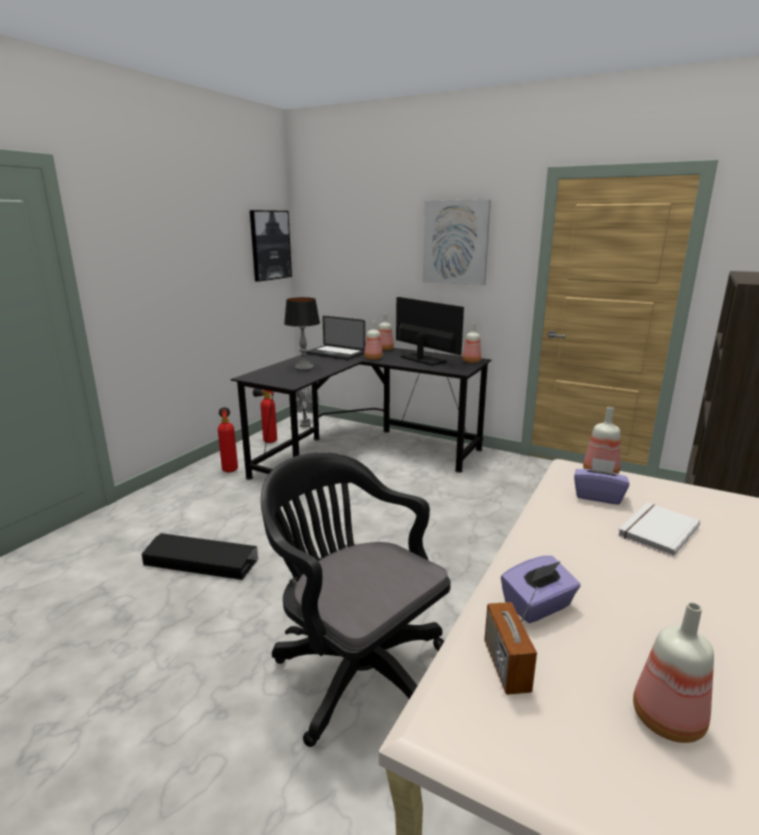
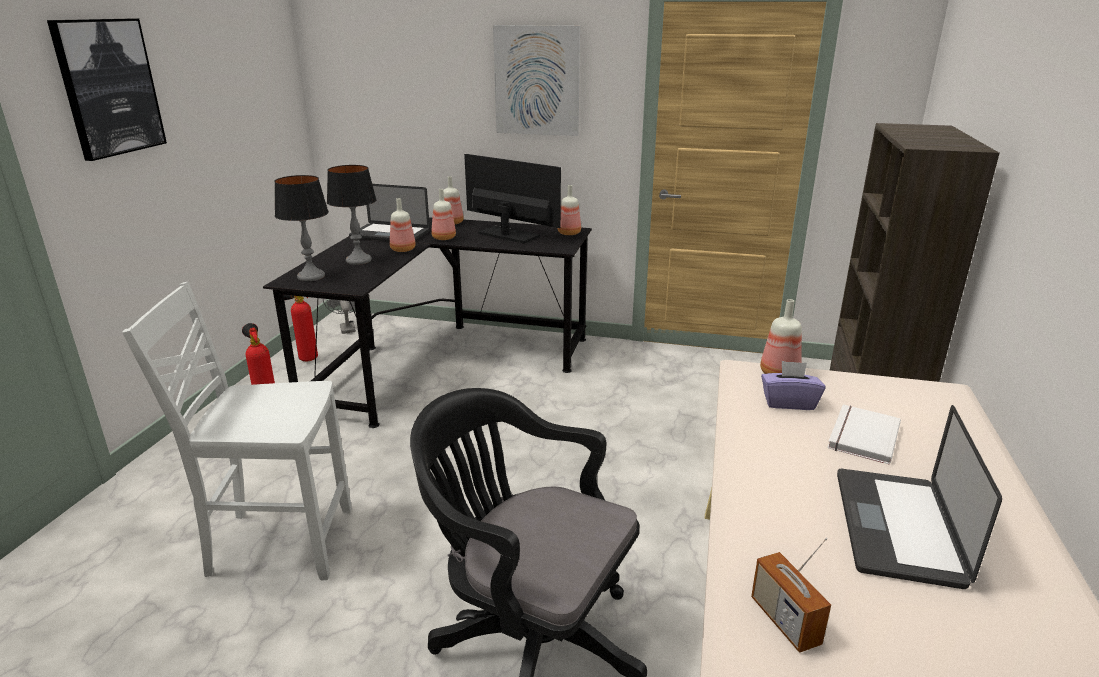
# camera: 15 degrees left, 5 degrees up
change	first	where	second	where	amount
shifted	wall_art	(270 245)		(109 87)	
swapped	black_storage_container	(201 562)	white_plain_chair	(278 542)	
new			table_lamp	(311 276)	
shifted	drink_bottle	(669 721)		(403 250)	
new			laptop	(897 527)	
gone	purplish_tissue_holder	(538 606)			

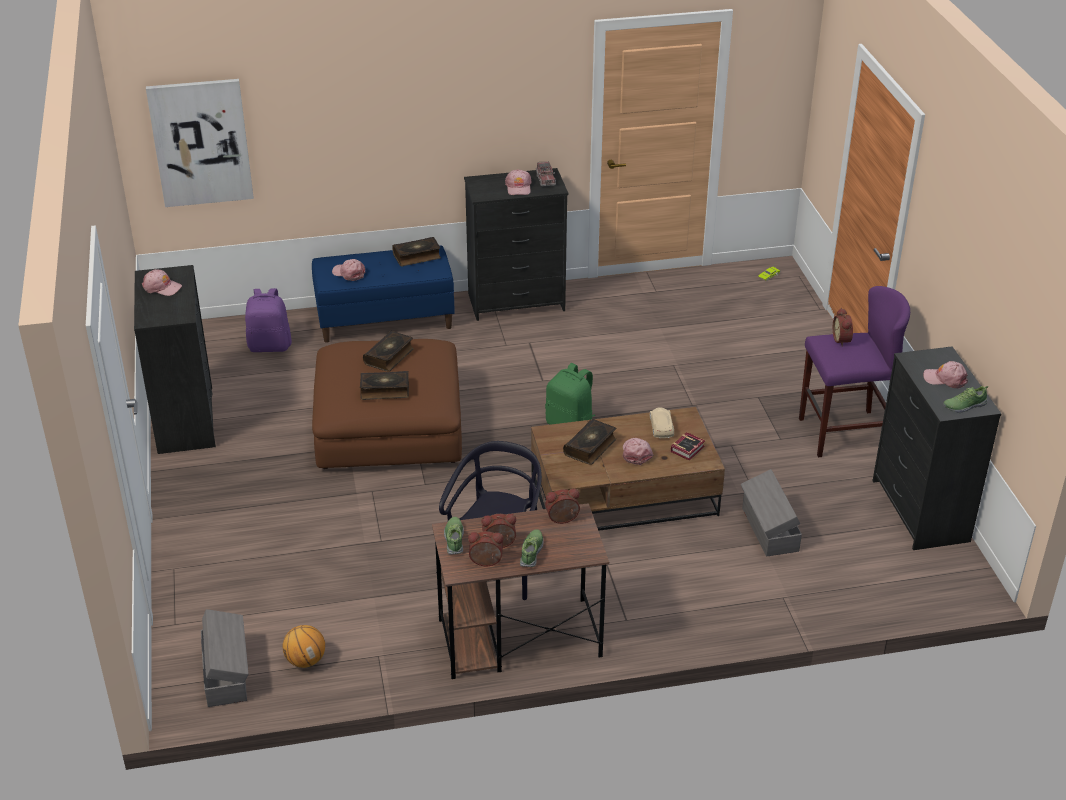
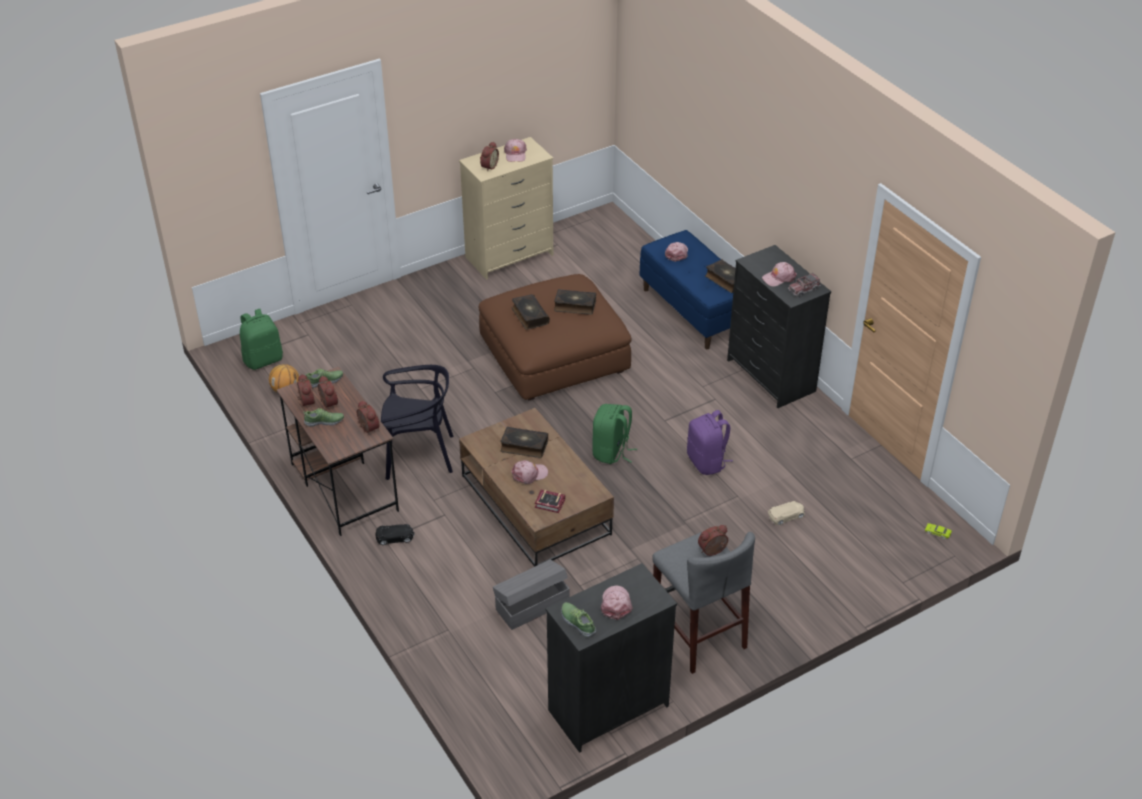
# camera: 70 degrees right, 5 degrees up
change	first	where	second	where	amount
swapped	greyish_storage_container	(226 673)	greenish_rucksack	(263 359)	
new			black_toy_car	(395 537)	
repainted	black_dresser	(186 420)	beige_dresser	(509 256)	
new			table_clock	(488 166)	
repainted	purplish_stool	(843 433)	greyish_stool	(698 634)	
shifted	purplish_rucksack	(270 346)		(707 462)	
shifted	beige_toy_car	(661 427)		(786 516)	
gone	wall_art	(201 142)			

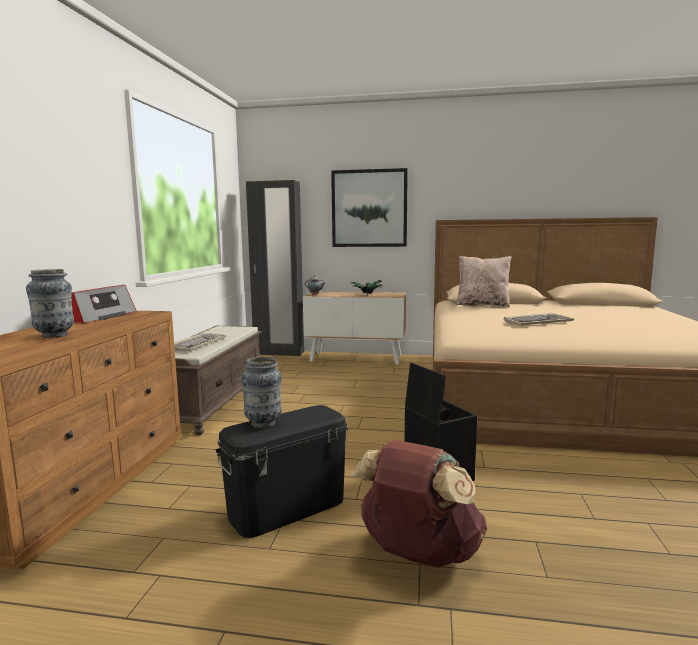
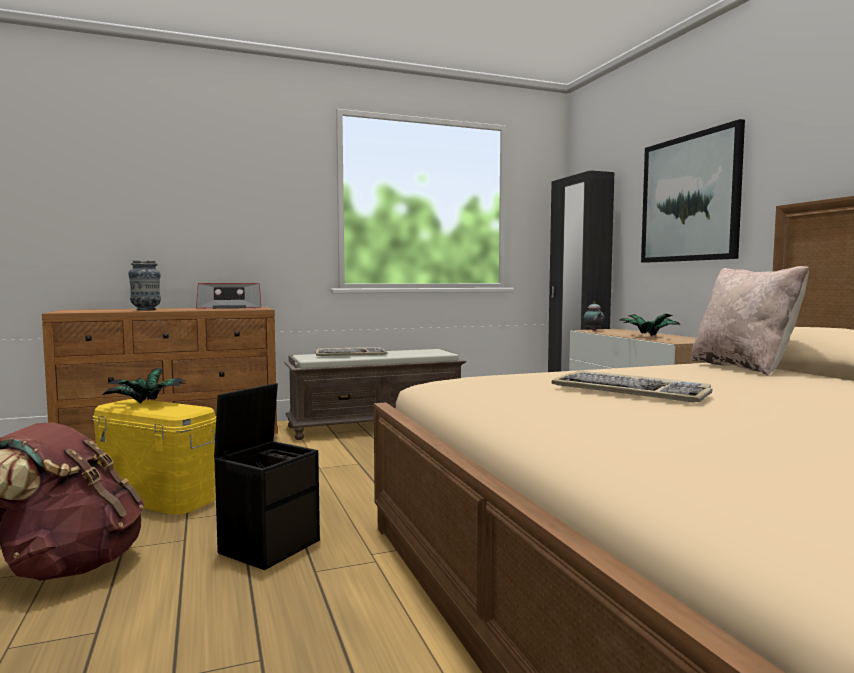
# camera: 60 degrees right, 5 degrees down
change	first	where	second	where	amount
repainted	black_storage_container	(287 508)	yellow-coloured_storage_container	(157 498)	
swapped	vase	(263 423)	plant_in_a_pot	(147 403)	

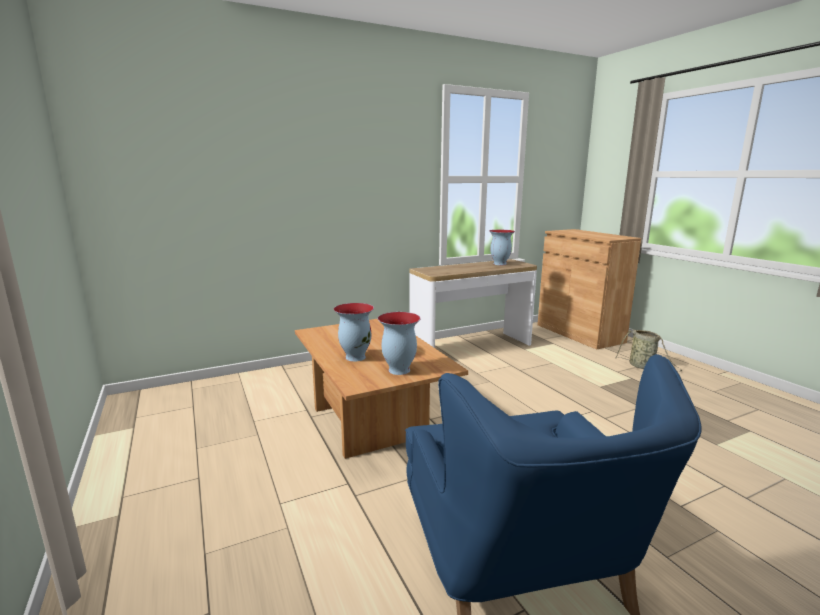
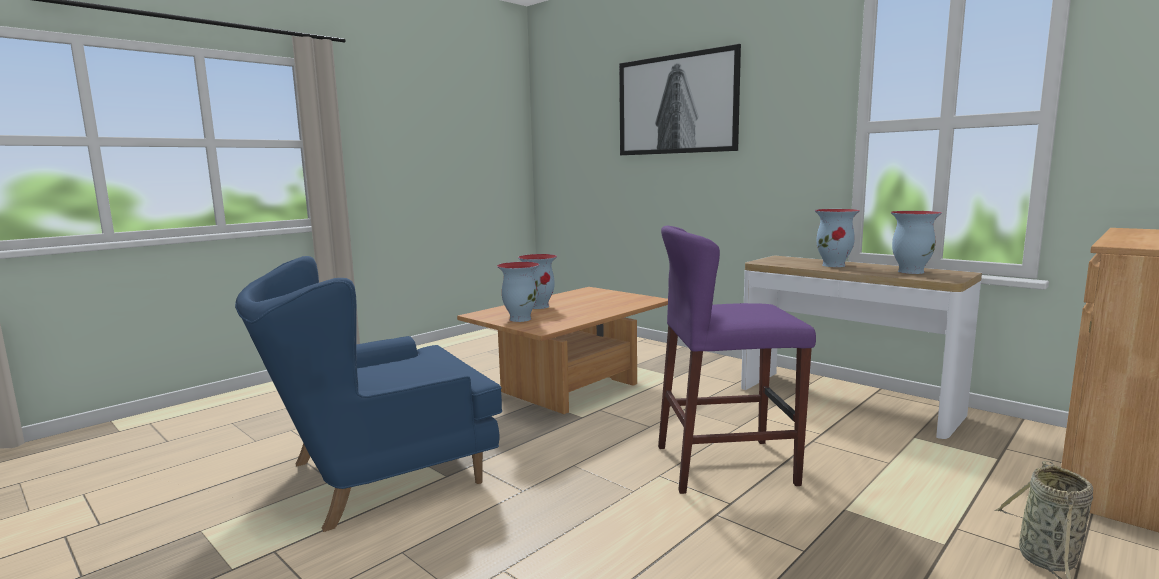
# camera: 70 degrees right, 5 degrees down
change	first	where	second	where	amount
new			wall_art	(677 104)	
new			purplish_stool	(725 465)	
new			vase	(834 265)	

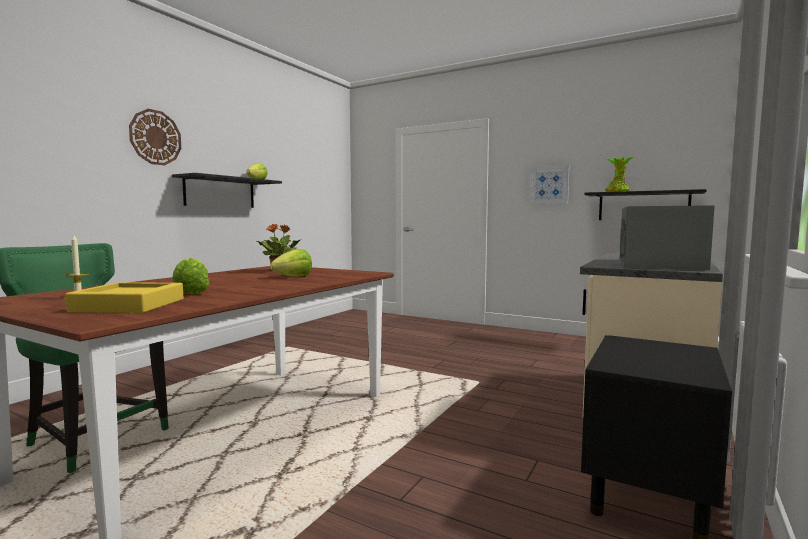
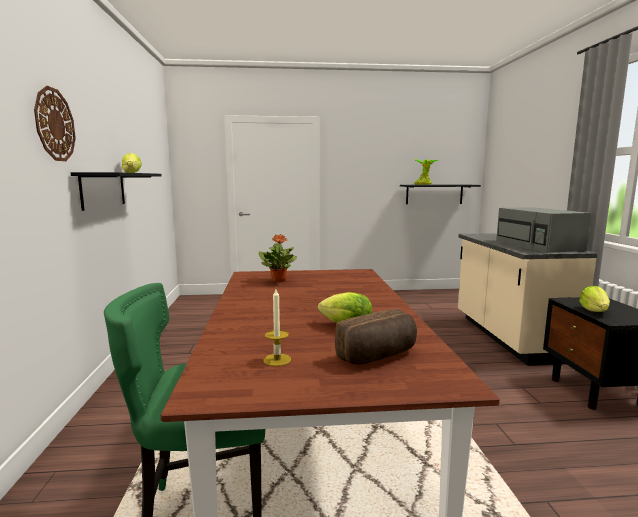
# camera: 35 degrees left, 5 degrees up
change	first	where	second	where	amount
swapped	yellow-coloured_carrying_tray	(129 305)	bread	(379 356)	
shifted	lettuce_head	(293 277)		(594 311)	
gone	wall_art	(549 185)			

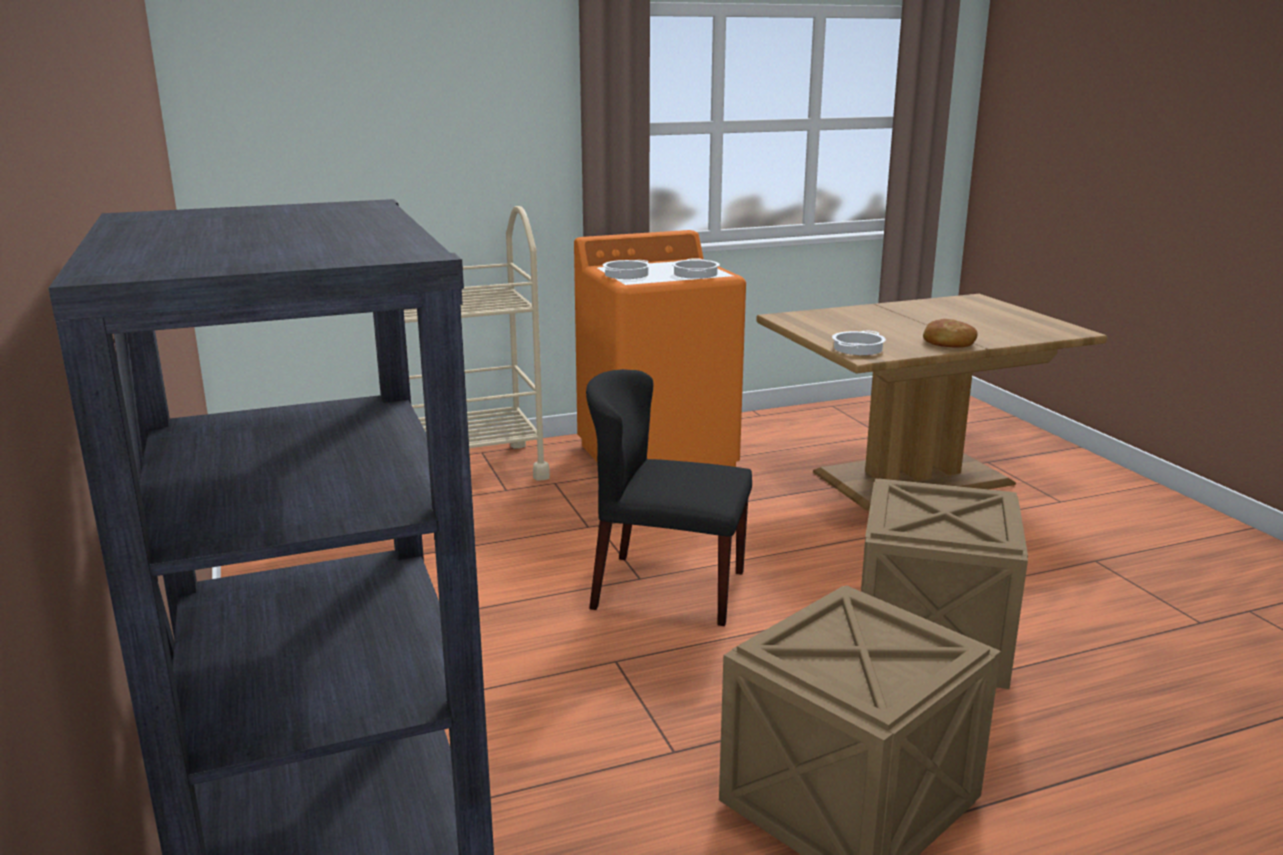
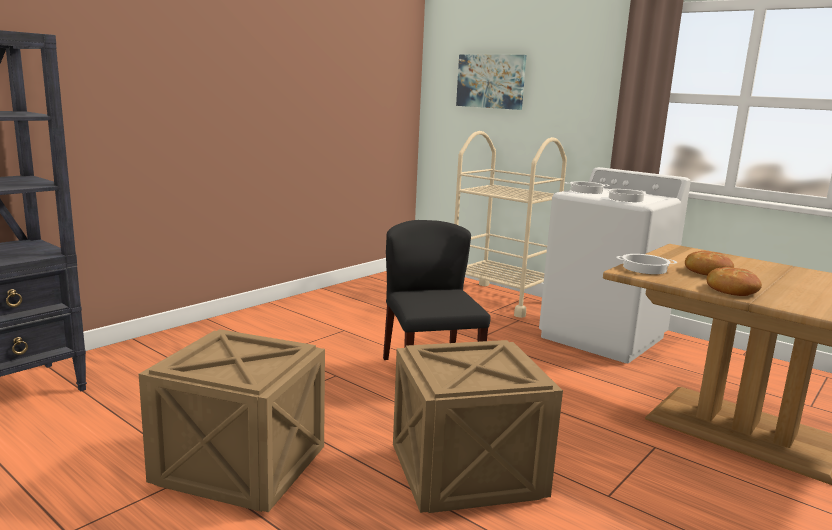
# camera: 60 degrees right, 5 degrees down
change	first	where	second	where	amount
new			wall_art	(491 81)	
repainted	orange-coloured_laundry_appliance	(657 457)	white_laundry_appliance	(603 337)	
new			bread	(707 272)	

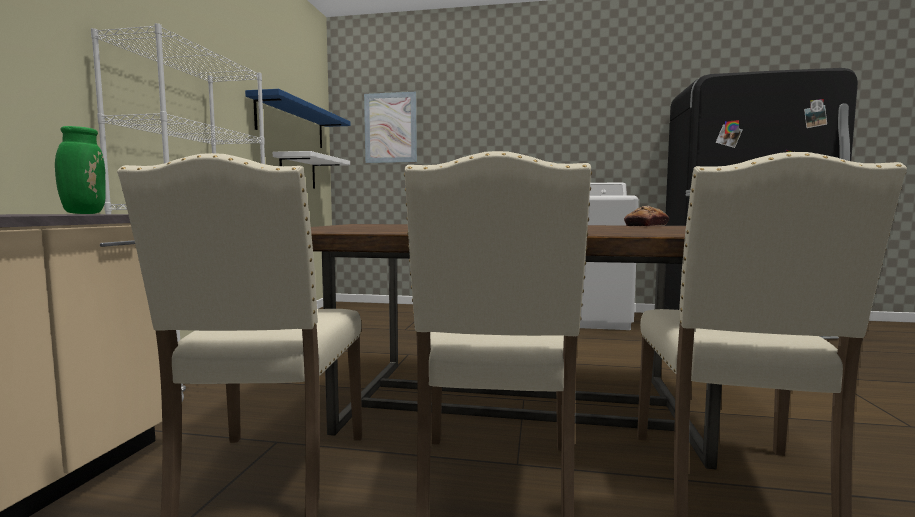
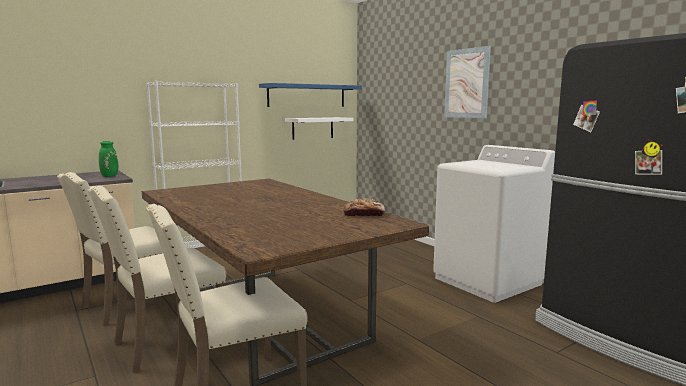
# camera: 45 degrees right, 5 degrees up
change	first	where	second	where	amount
shifted	wall_art	(390 128)		(466 83)	

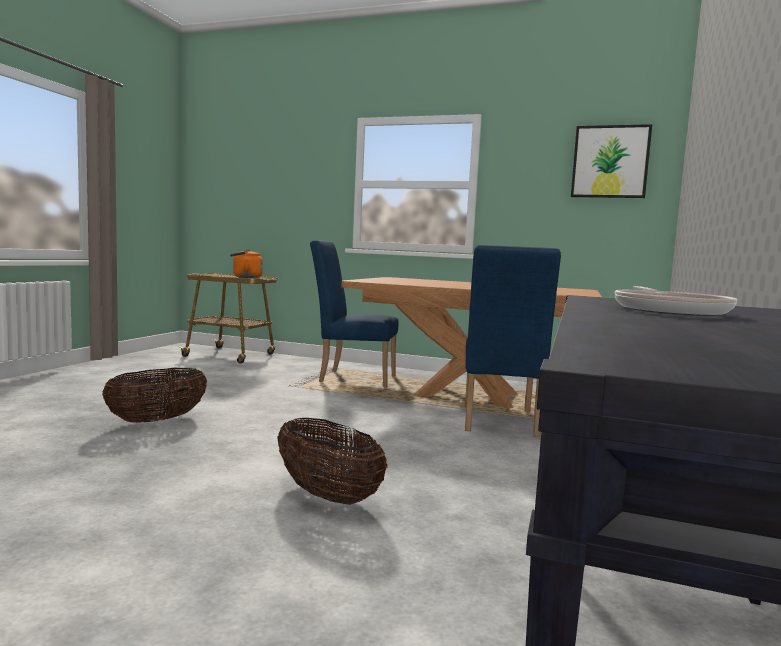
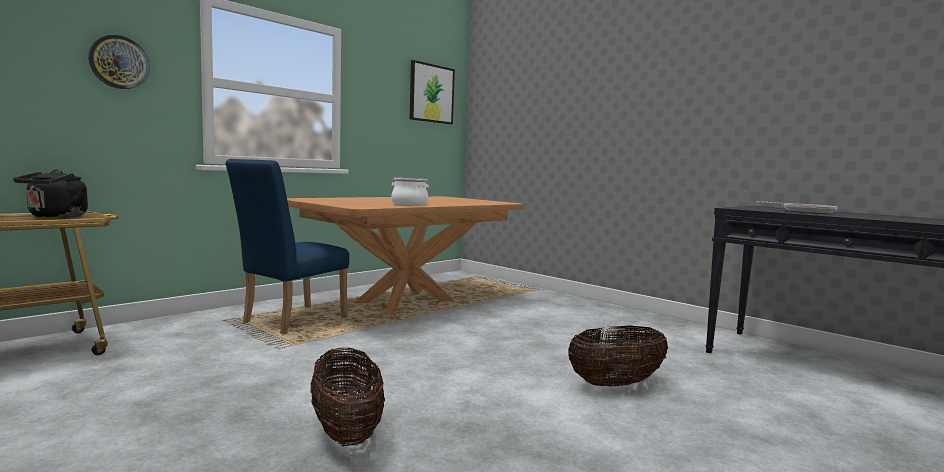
# camera: 65 degrees left, 0 degrees up
change	first	where	second	where	amount
repainted	orange-coloured_tea_kettle	(245 277)	black_tea_kettle	(55 217)	
new			wall_clock	(119 62)	
new			saucepot	(409 204)	
gone	bluish_plain_chair	(498 423)			

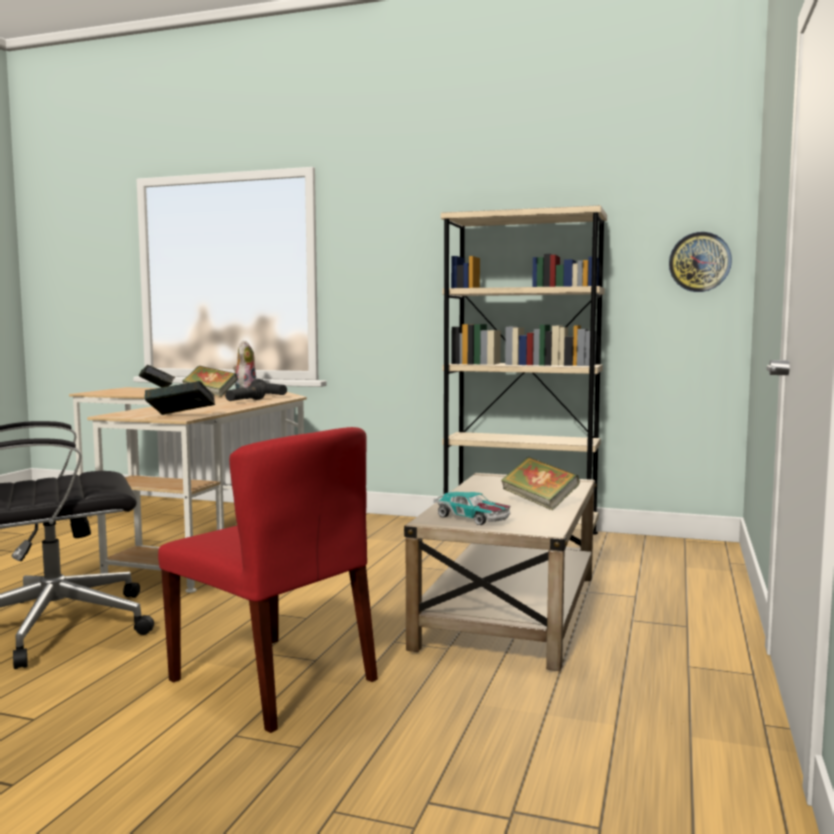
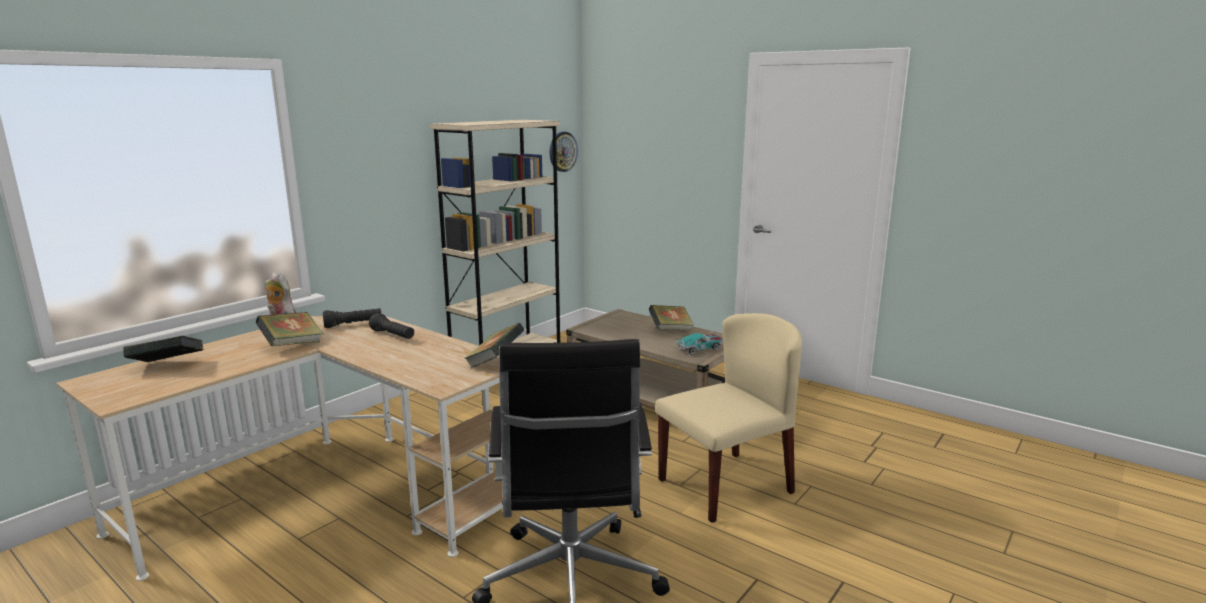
# camera: 70 degrees left, 10 degrees up
change	first	where	second	where	amount
repainted	reddish_plain_chair	(274 680)	beige_plain_chair	(725 485)	

